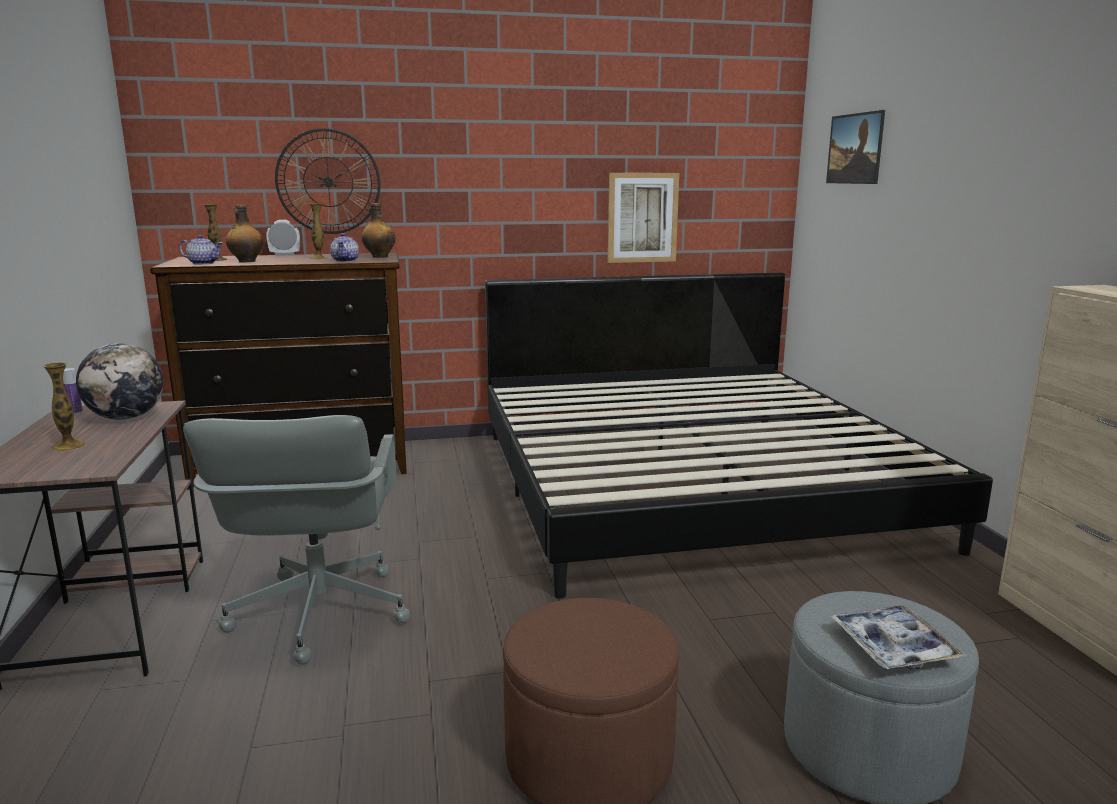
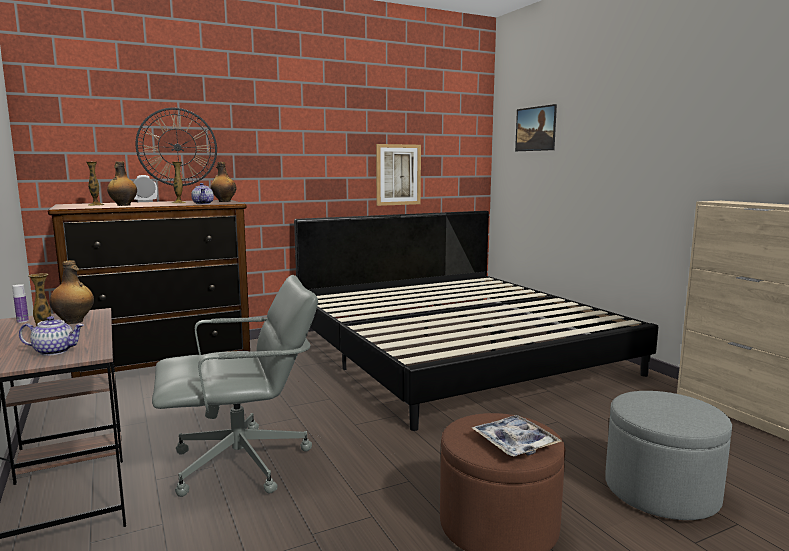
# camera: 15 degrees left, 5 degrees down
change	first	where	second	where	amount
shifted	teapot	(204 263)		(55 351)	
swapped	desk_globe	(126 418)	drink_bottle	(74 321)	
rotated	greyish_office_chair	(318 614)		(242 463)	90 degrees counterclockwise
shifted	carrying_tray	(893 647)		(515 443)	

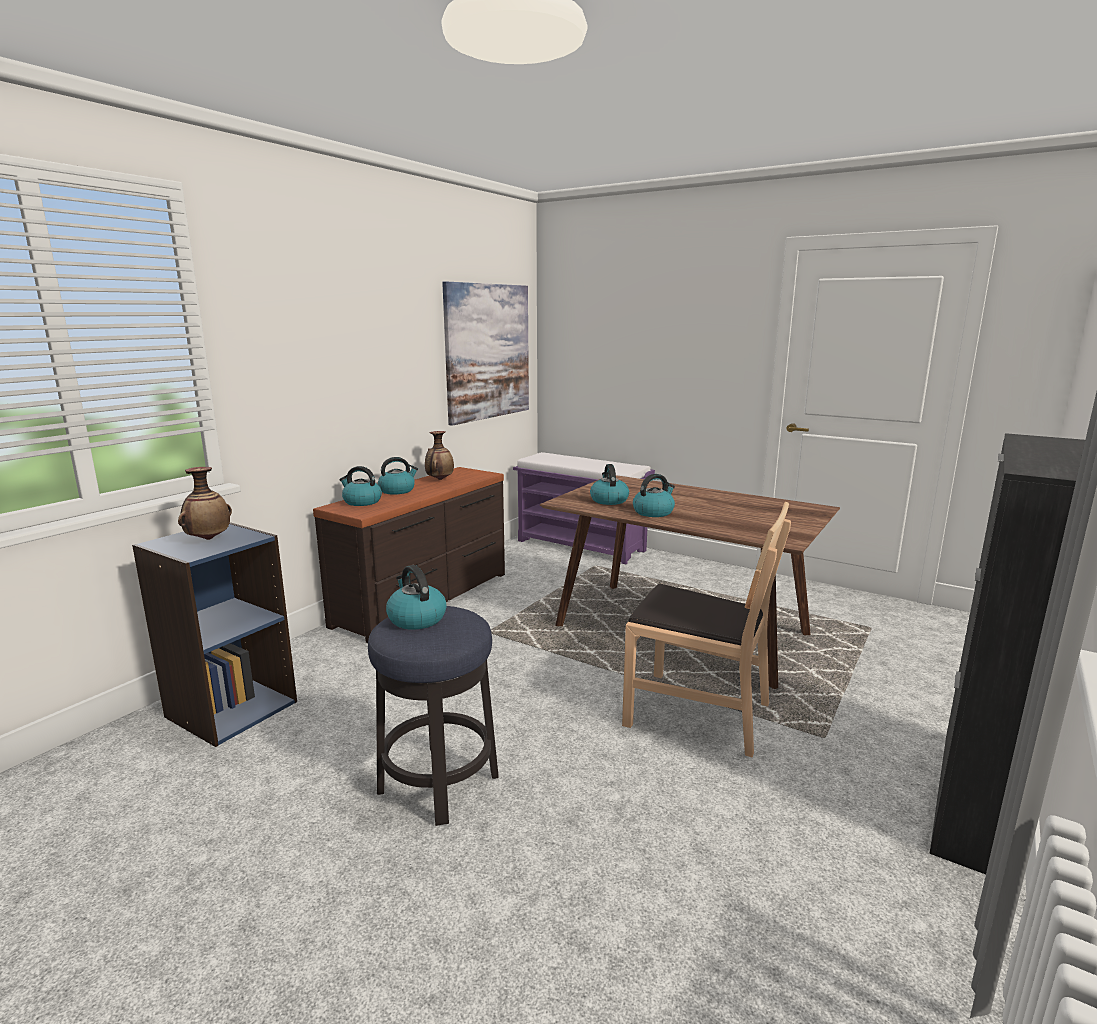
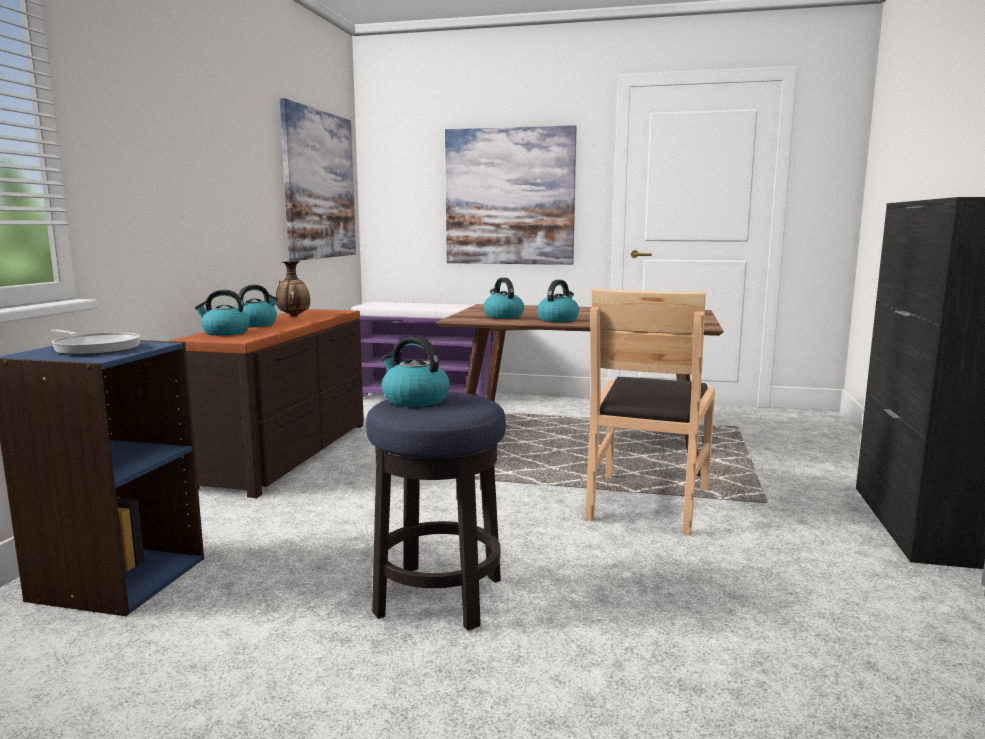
# camera: 20 degrees left, 5 degrees down
change	first	where	second	where	amount
swapped	vase	(208 539)	frying_pan	(95 348)	
new			wall_art	(509 197)	
rotated	brown-coloured_plain_chair	(697 713)		(647 503)	105 degrees clockwise

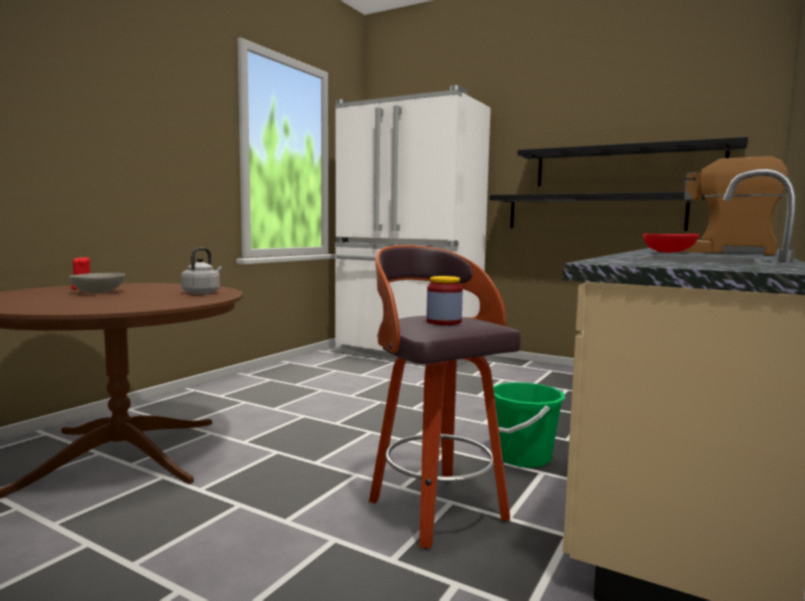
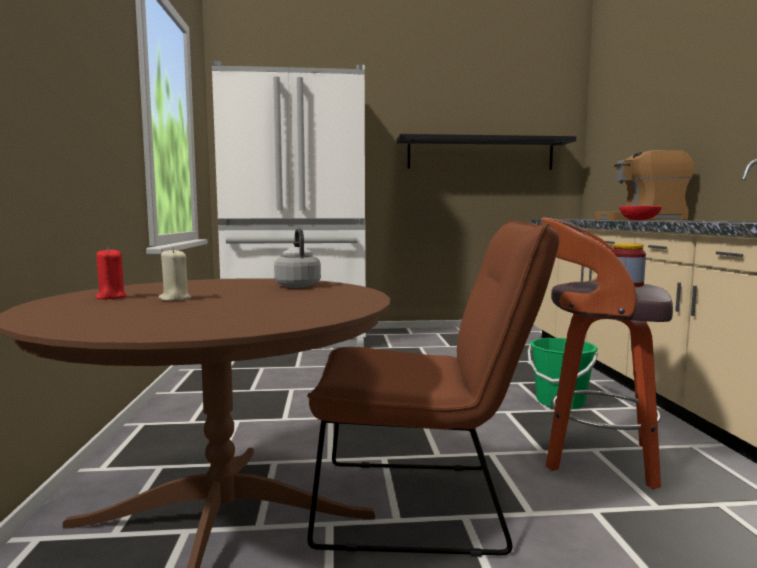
# camera: 35 degrees left, 0 degrees up
change	first	where	second	where	amount
swapped	greyish_deep_dish	(99 292)	beige_candle	(175 299)	
new			brown-coloured_plain_chair	(425 505)	
gone	black_wall_shelf	(593 212)			

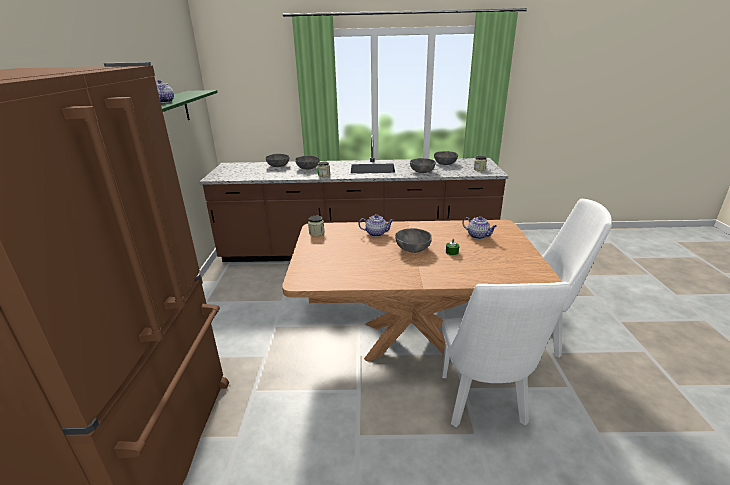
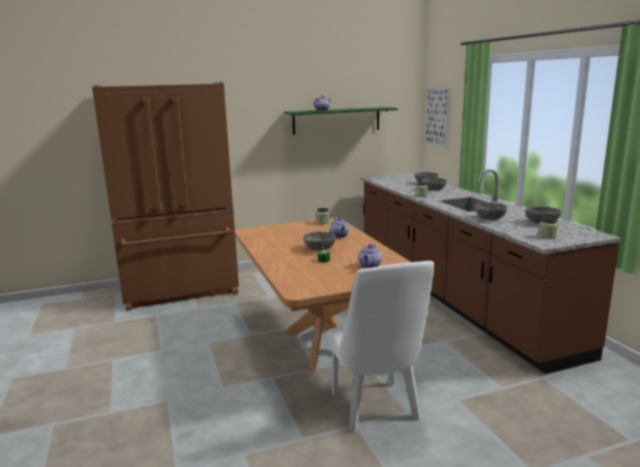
# camera: 70 degrees right, 10 degrees down
change	first	where	second	where	amount
new			wall_art	(438 116)	
gone	white_plain_chair	(483 405)			

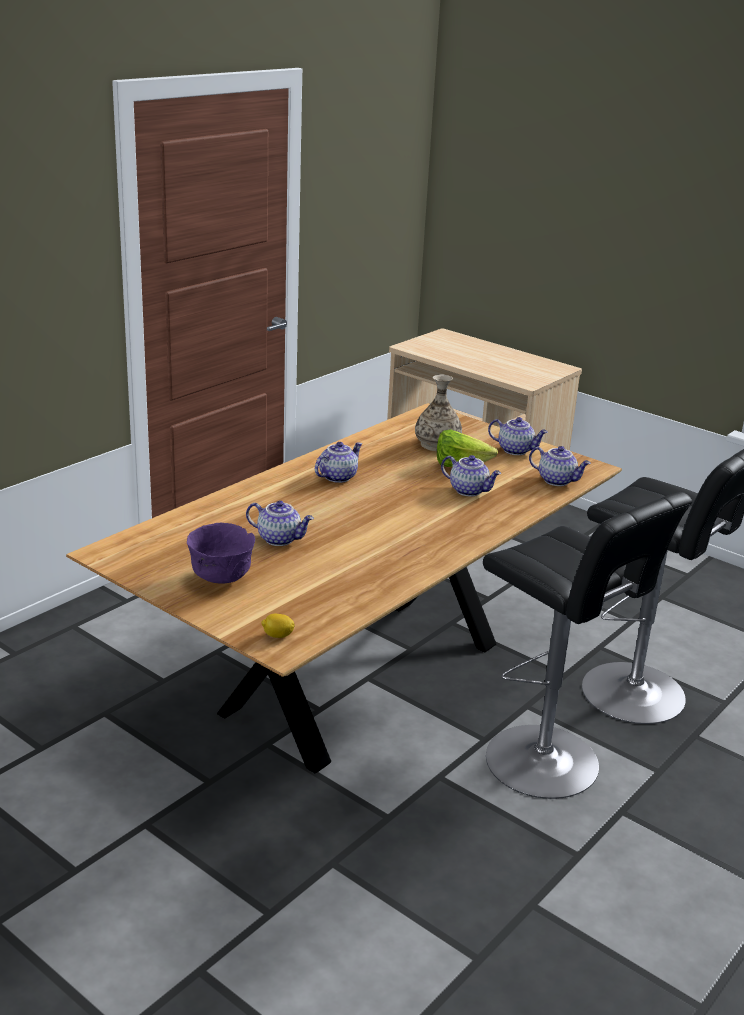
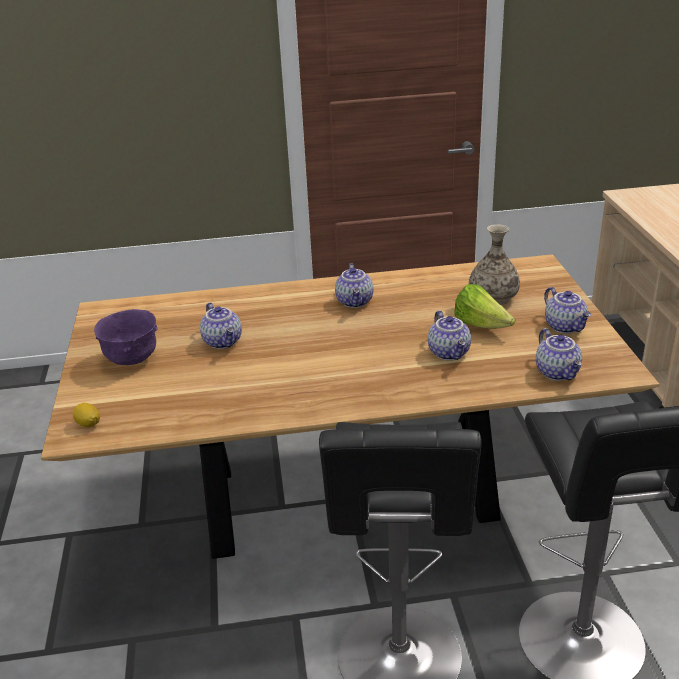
# camera: 45 degrees right, 5 degrees up
change	first	where	second	where	amount
rotated	teapot	(337 477)		(355 302)	90 degrees clockwise

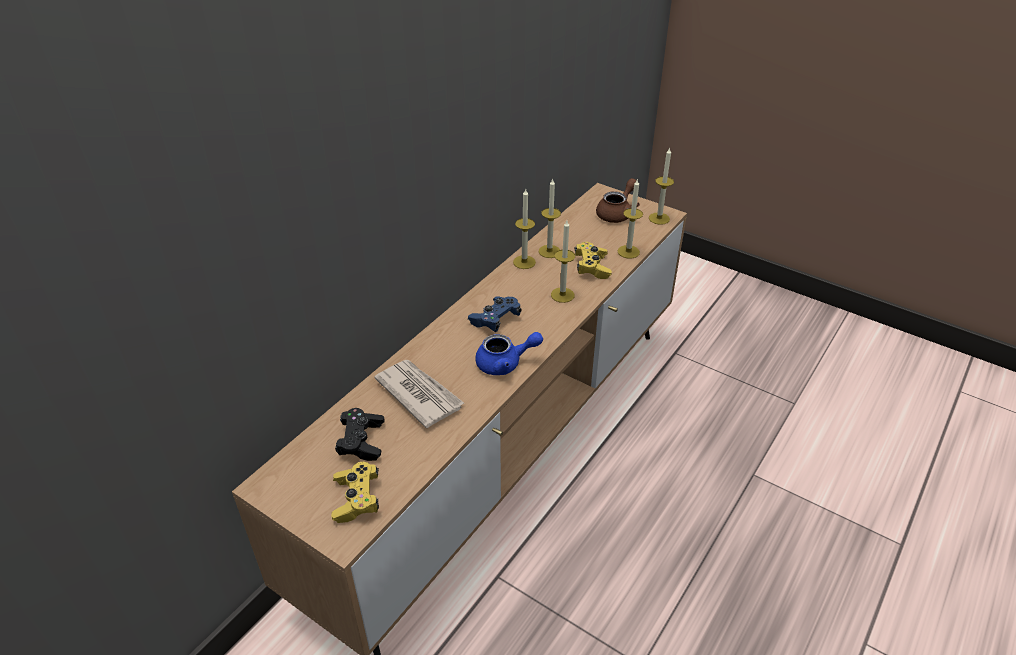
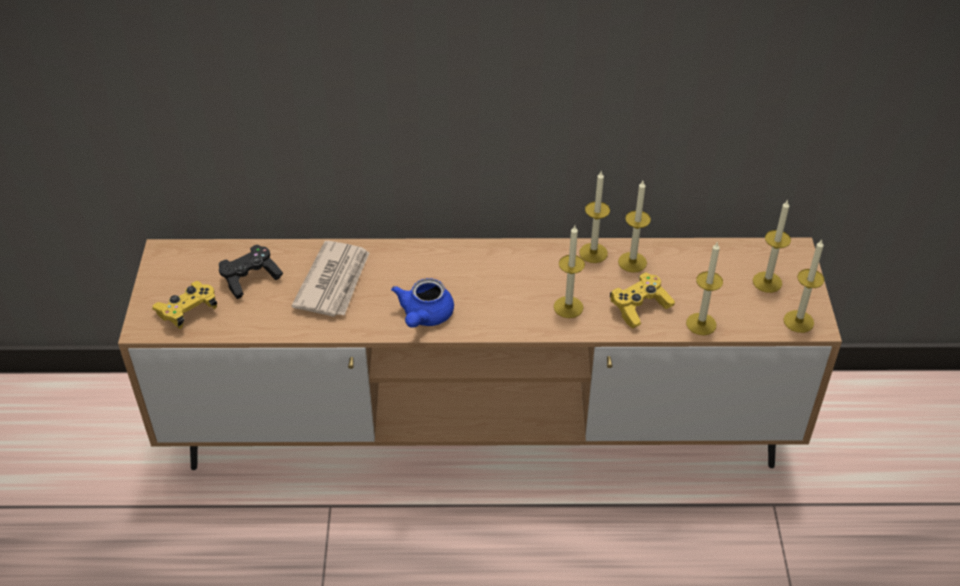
# camera: 55 degrees right, 5 degrees up
change	first	where	second	where	amount
rotated	bluish_teapot	(505 363)		(424 317)	60 degrees clockwise
swapped	brown-coloured_teapot	(617 213)	candle	(767 282)	
gone	bluish_joypad	(495 320)			

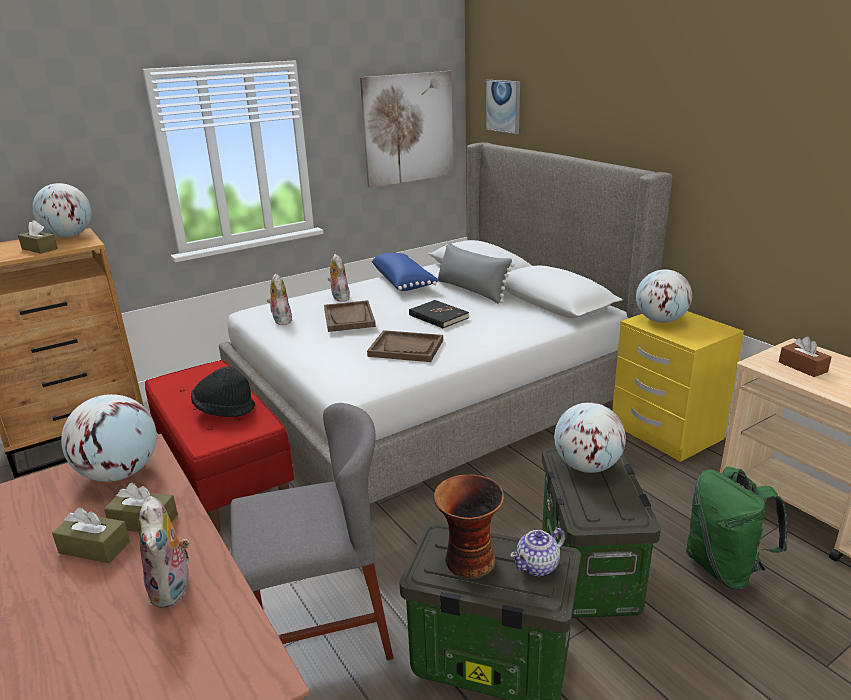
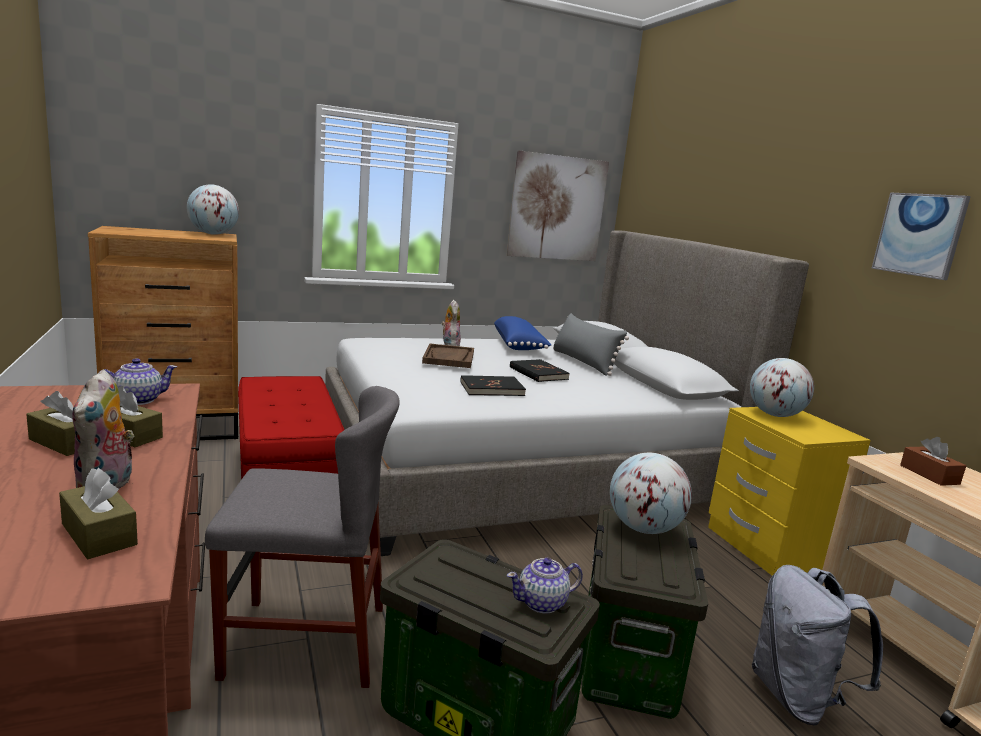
# camera: 10 degrees right, 10 degrees down
change	first	where	second	where	amount
shifted	brown-coloured_tissue_holder	(39 249)		(99 534)	
swapped	desk_globe	(119 473)	teapot	(137 400)	
swapped	brown-coloured_carrying_tray	(406 348)	black_book	(492 389)	
repainted	greenish_rucksack	(724 568)	greyish_rucksack	(797 698)	
shifted	wall_art	(503 106)		(919 235)	
gone	black_wearable_hat	(224 409)			
gone	plush_toy	(281 320)			
gone	vase	(468 561)			

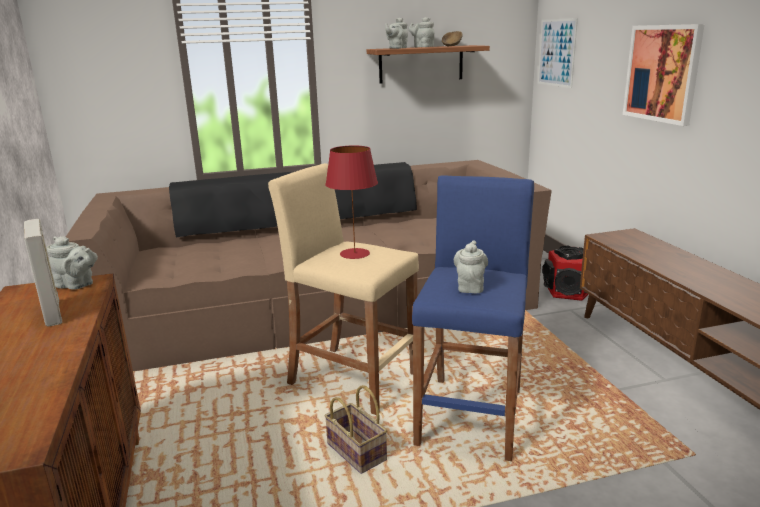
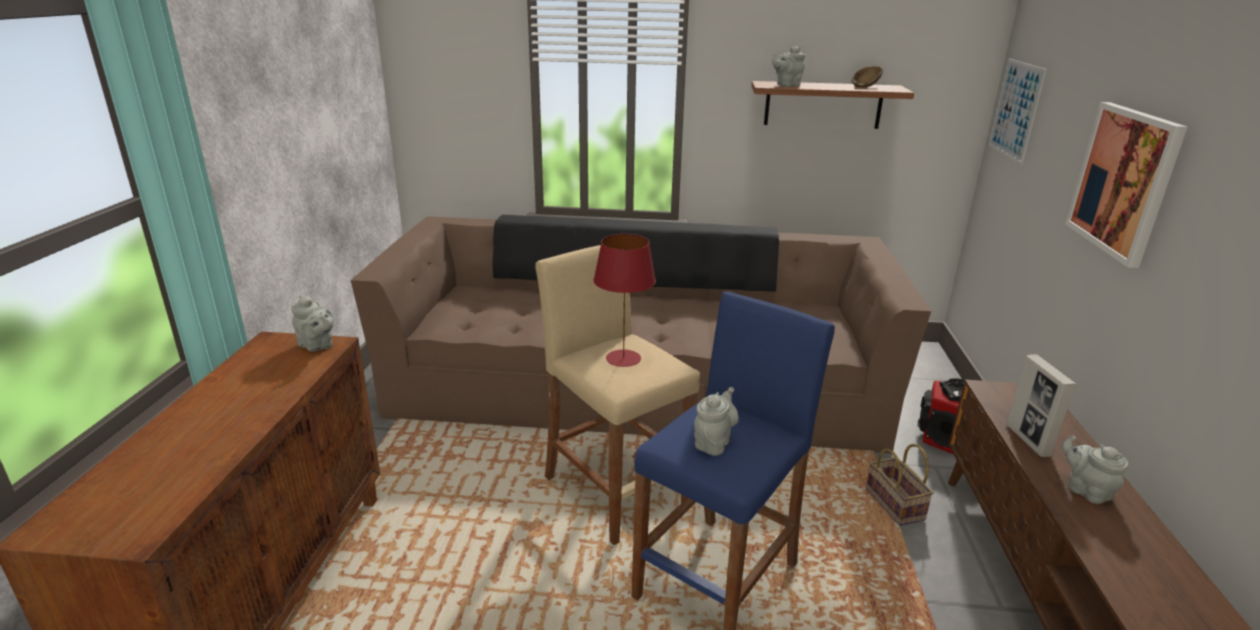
# camera: 20 degrees right, 5 degrees up
change	first	where	second	where	amount
shifted	storage_basket	(358 452)		(896 505)	
shifted	standing_frame	(53 314)		(1028 440)	
shifted	greyish_teapot	(422 47)		(1085 490)	

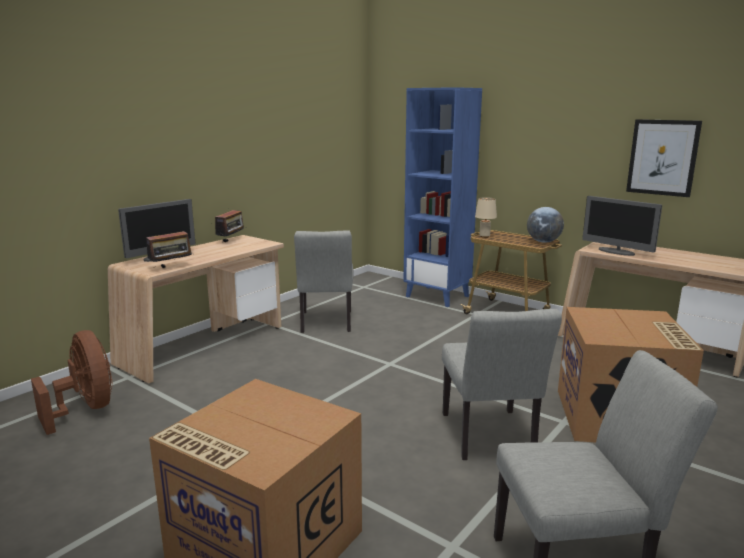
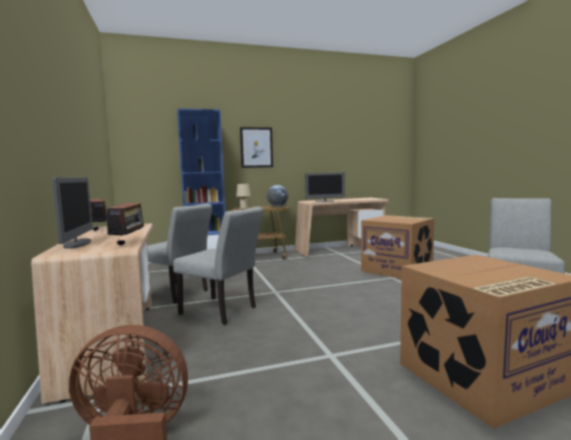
# camera: 55 degrees left, 10 degrees down
change	first	where	second	where	amount
shifted	greyish_plain_chair	(489 439)		(222 311)	
shifted	wall_art	(662 157)		(256 147)	

